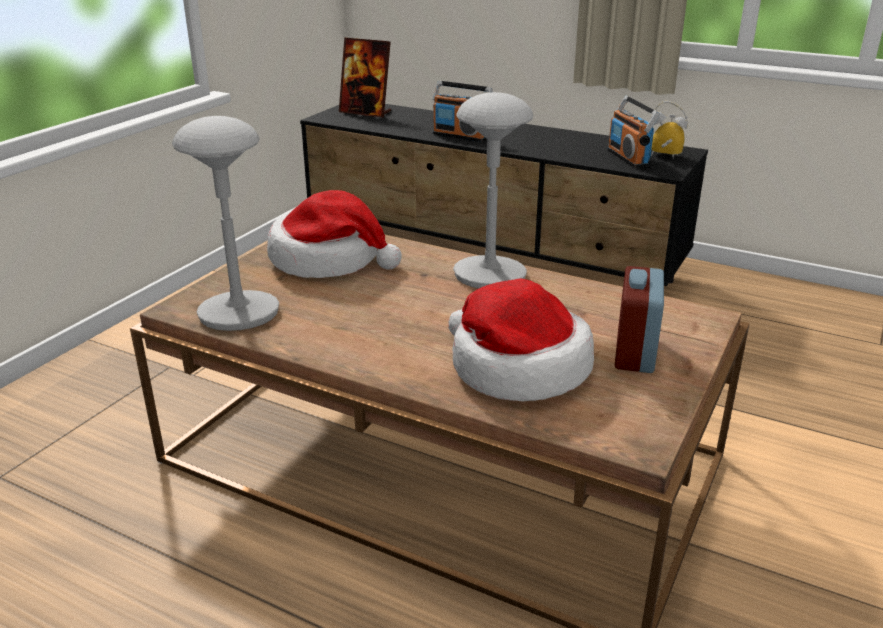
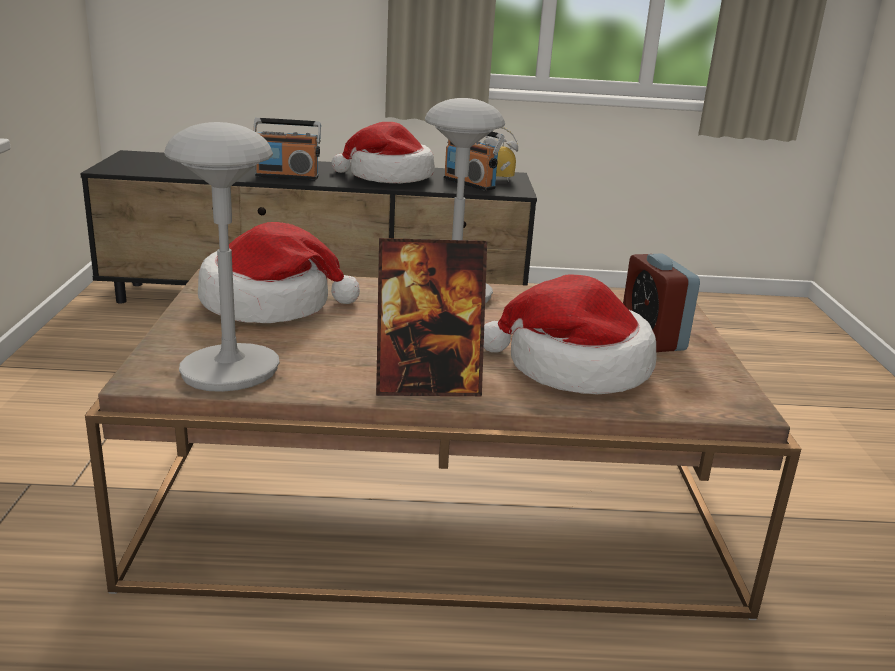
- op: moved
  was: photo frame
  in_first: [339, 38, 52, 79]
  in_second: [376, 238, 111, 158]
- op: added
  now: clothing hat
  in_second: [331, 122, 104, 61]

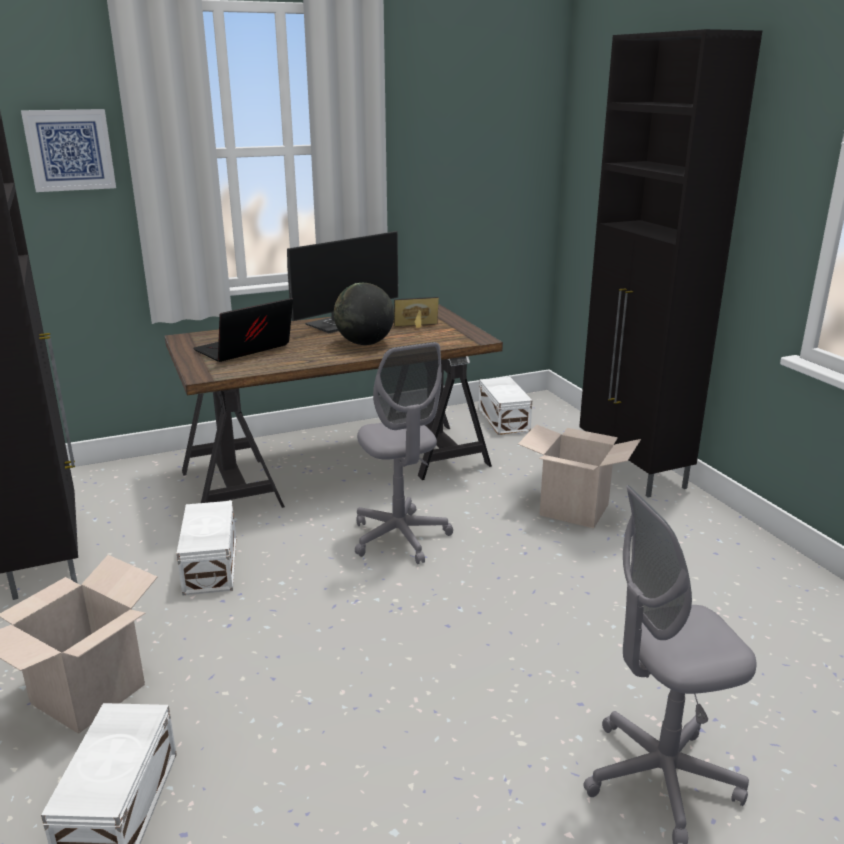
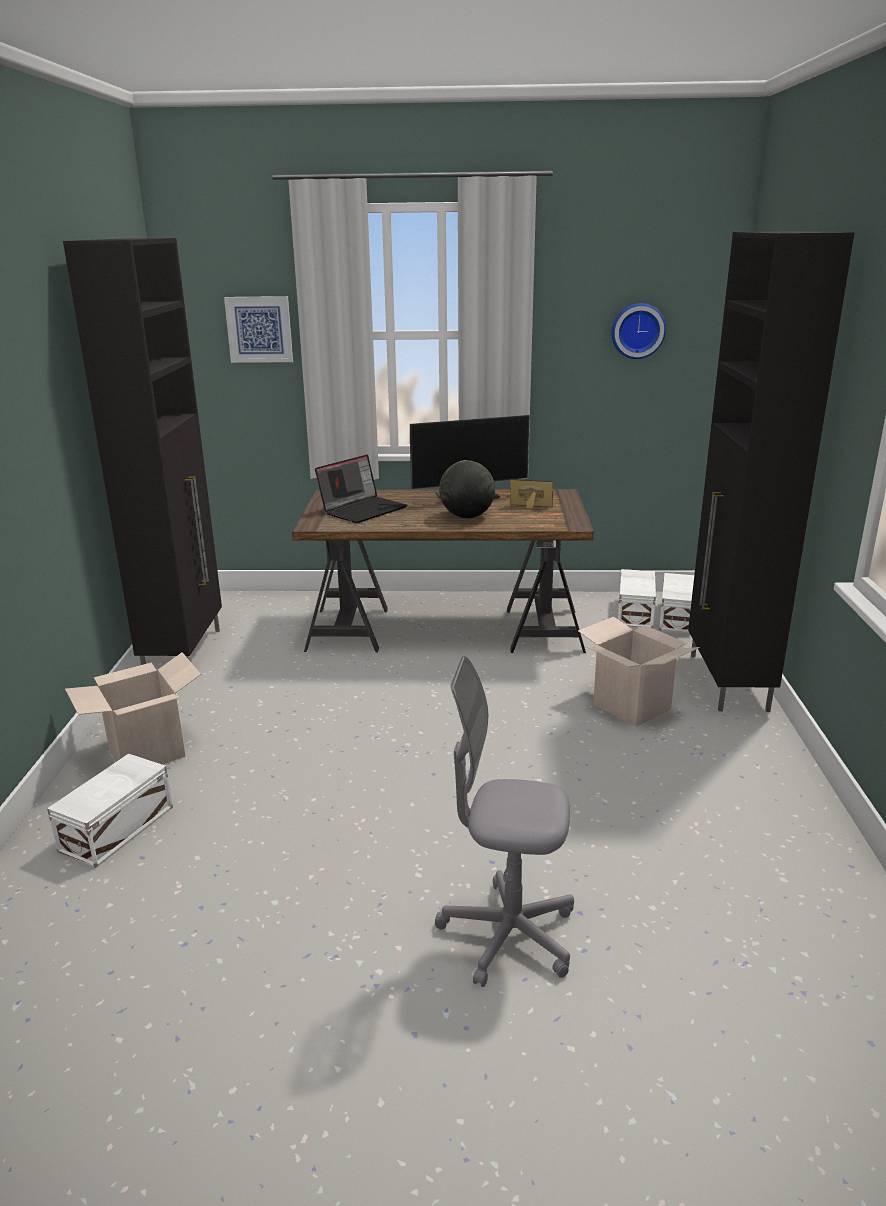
- op: moved
  was: white-coloured storage box
  in_first: [177, 501, 59, 95]
  in_second: [659, 573, 35, 60]
- op: turned
  was: notebook computer
  in_first: [193, 298, 100, 64]
  in_second: [315, 455, 92, 68]
  clockwise: 150
- op: removed
  was: grey office chair
  in_first: [355, 342, 98, 222]
- op: added
  now: hanging clock
  in_second: [612, 303, 54, 56]

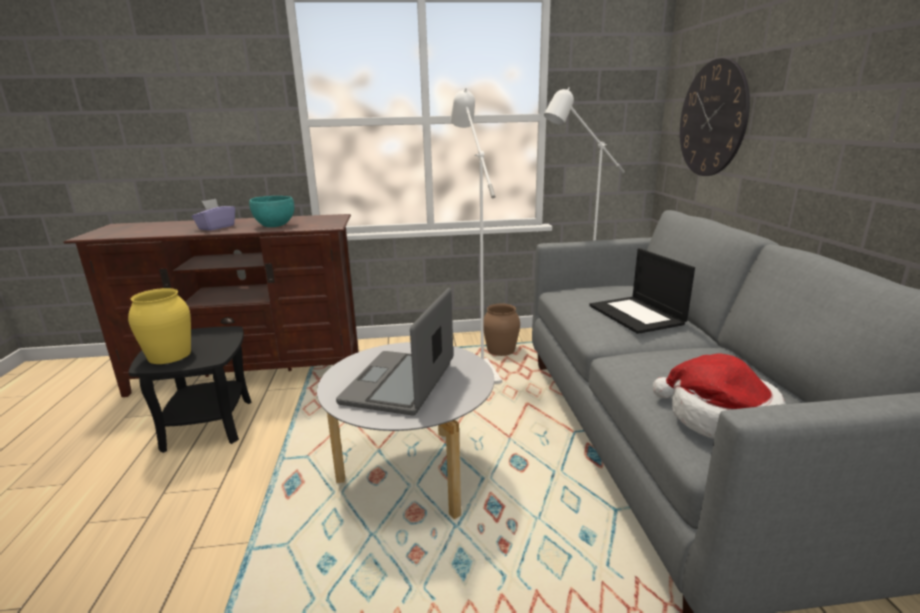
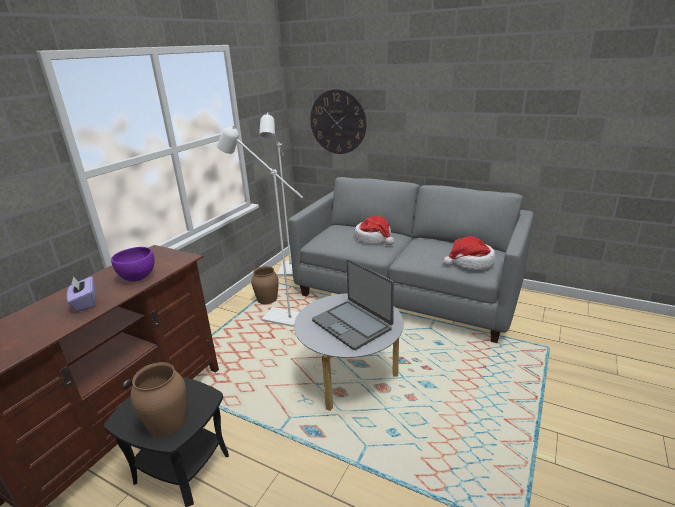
- op: recoloured
  was: yellow vase
  now: brownish vase
  in_first: [128, 288, 63, 76]
  in_second: [130, 362, 56, 75]
- op: recoloured
  was: turquoise-coloured bowl
  now: purplish bowl
  in_first: [249, 196, 45, 31]
  in_second: [111, 247, 43, 35]
- op: replaced
  was: notebook computer
  now: clothing hat
  in_first: [589, 248, 106, 86]
  in_second: [355, 216, 39, 29]

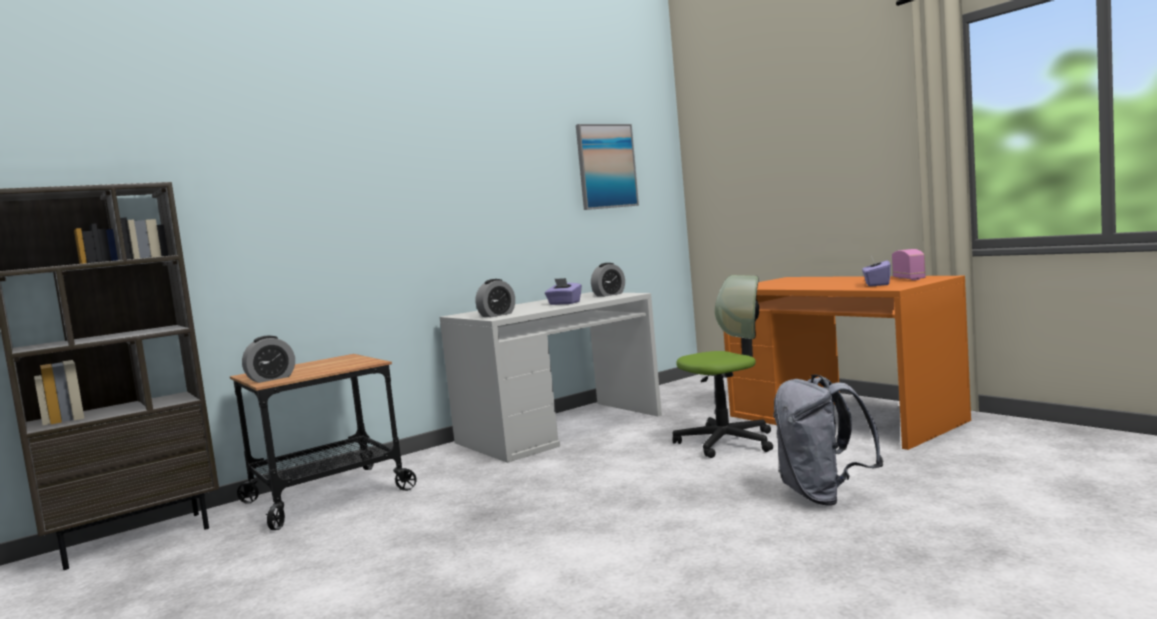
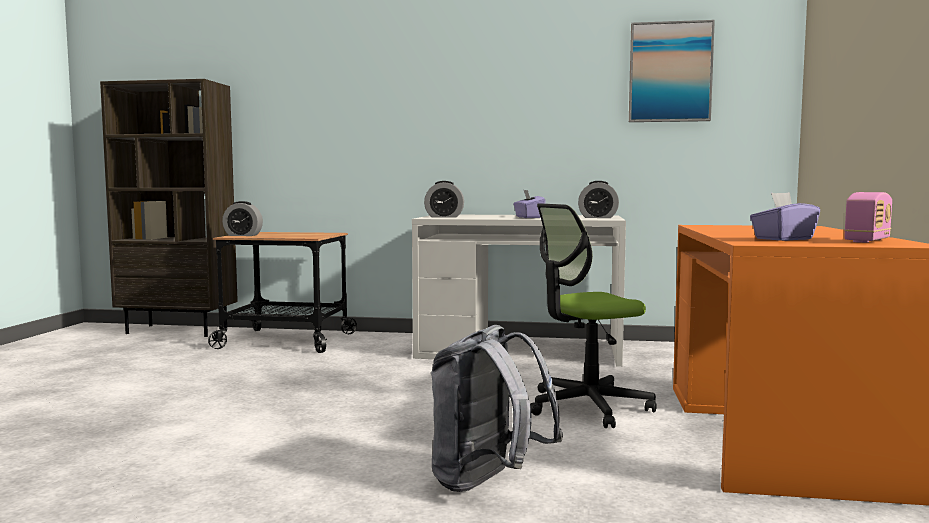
- op: turned
  was: office chair
  in_first: [672, 275, 101, 183]
  in_second: [530, 203, 127, 225]
  clockwise: 135

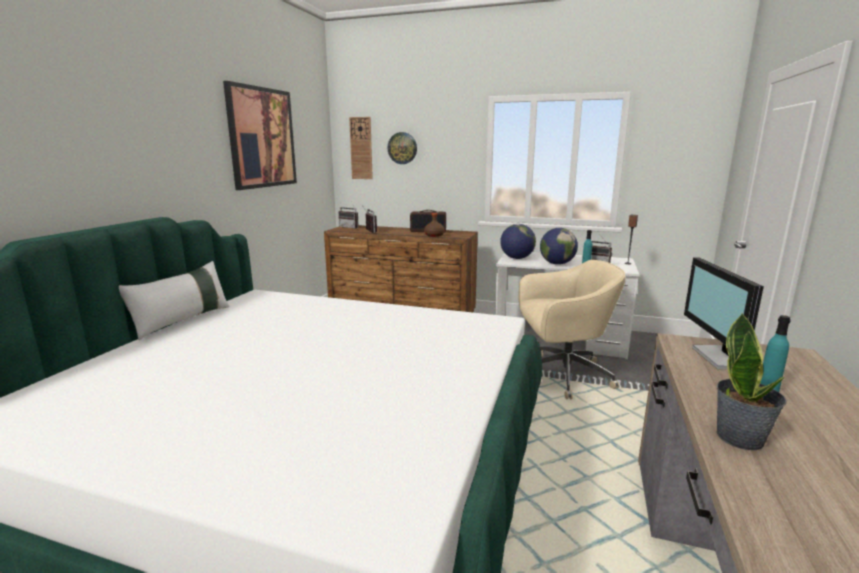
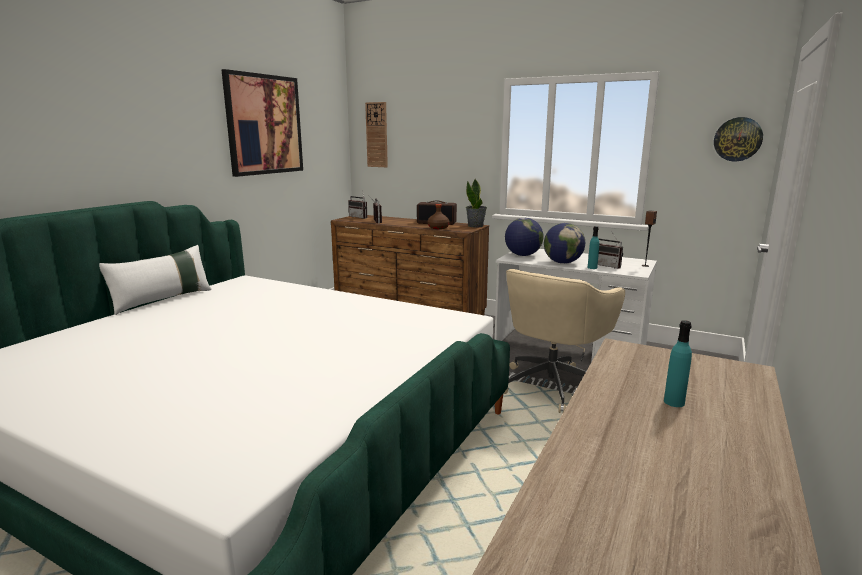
- op: moved
  was: hanging clock
  in_first: [387, 132, 30, 32]
  in_second: [714, 117, 49, 44]
- op: turned
  was: sand-coloured office chair
  in_first: [518, 260, 108, 140]
  in_second: [503, 269, 122, 144]
  clockwise: 120
- op: removed
  was: monitor
  in_first: [684, 258, 80, 111]
- op: moved
  was: potted plant
  in_first: [716, 313, 71, 137]
  in_second: [466, 179, 21, 48]

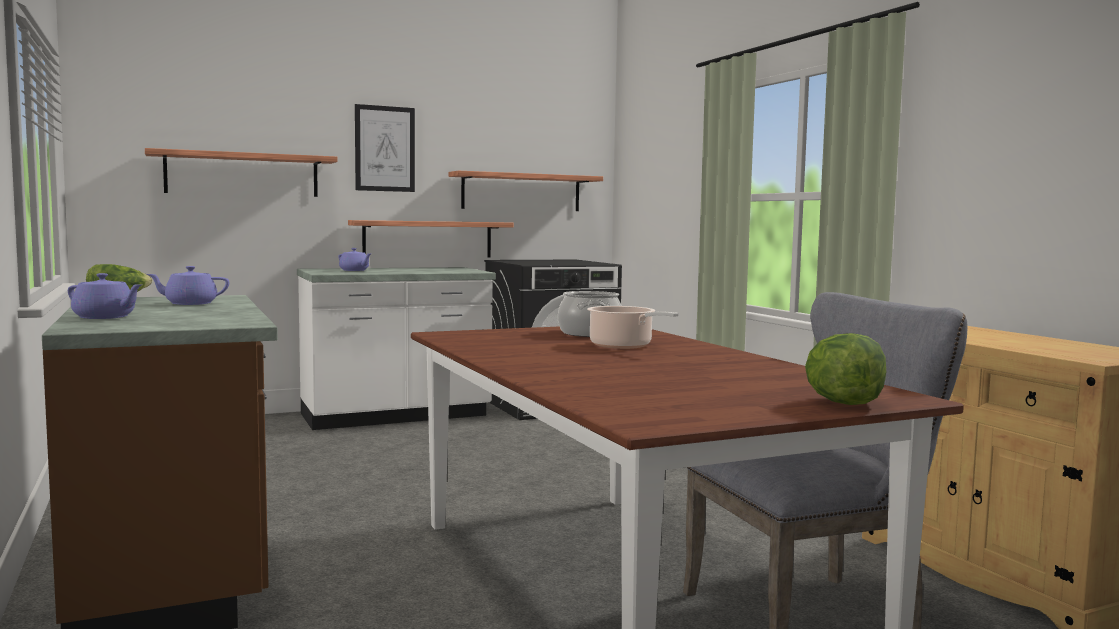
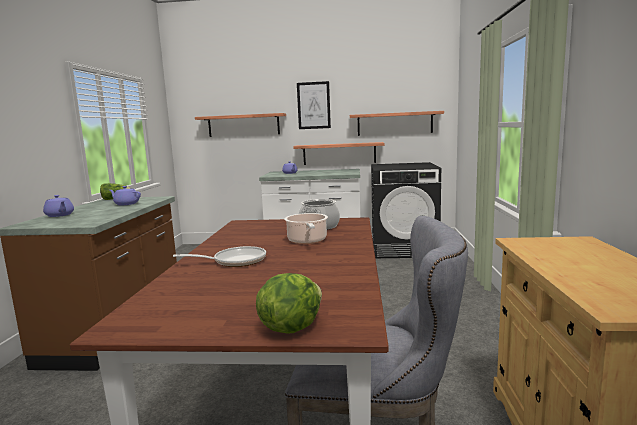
- op: added
  now: skillet
  in_second: [173, 246, 93, 21]

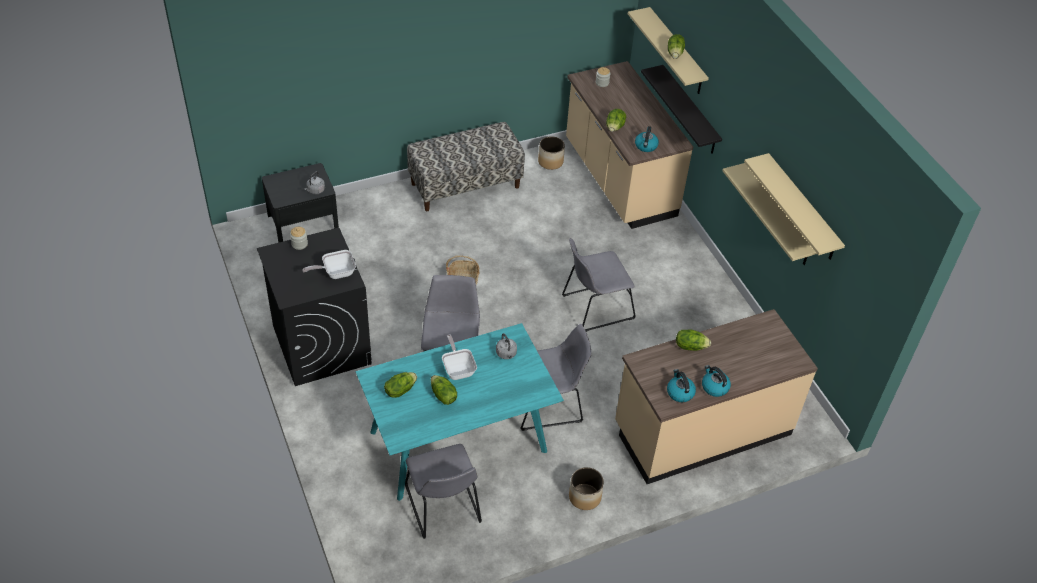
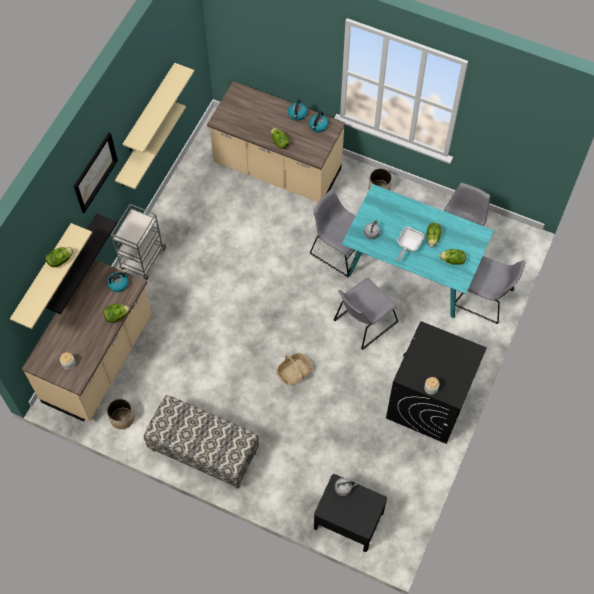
- op: removed
  was: skillet
  in_first: [302, 250, 54, 29]
- op: moved
  was: grey chair
  in_first: [562, 238, 74, 94]
  in_second: [455, 256, 71, 68]
- op: added
  now: picture
  in_second: [74, 133, 44, 80]
- op: added
  now: grey trolley
  in_second: [111, 204, 55, 76]

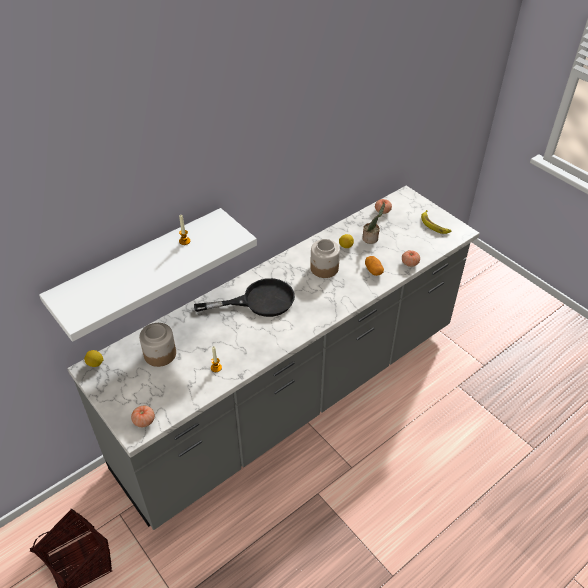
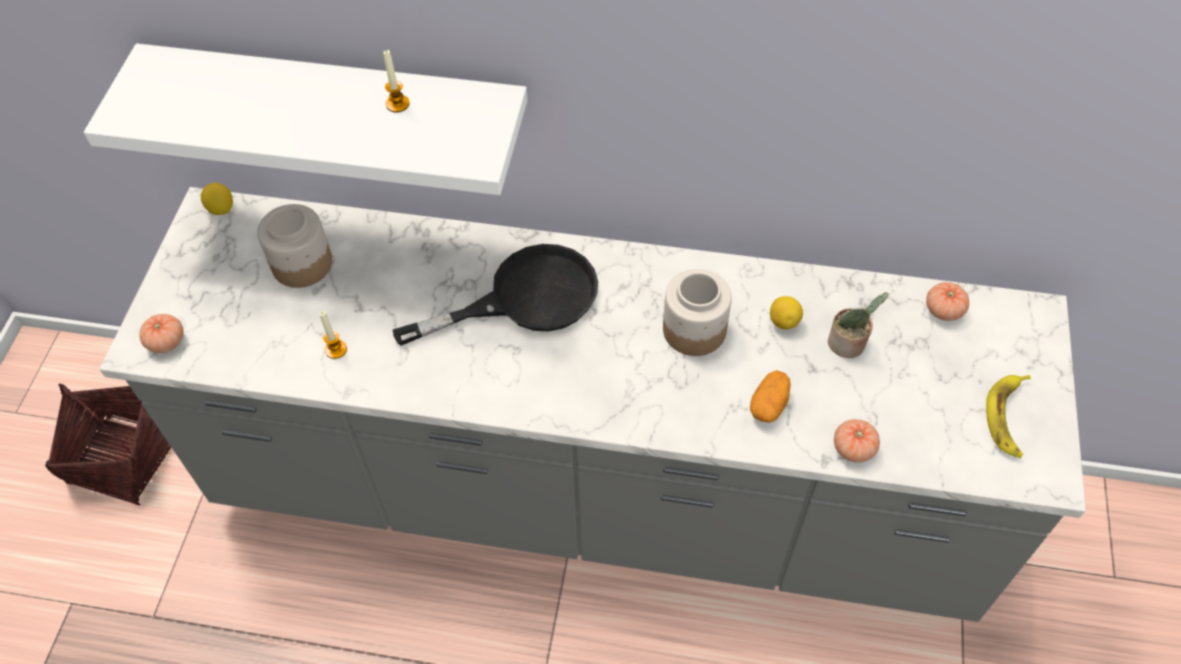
- op: turned
  was: black-coloured skillet
  in_first: [194, 278, 101, 39]
  in_second: [393, 244, 205, 102]
  clockwise: -60

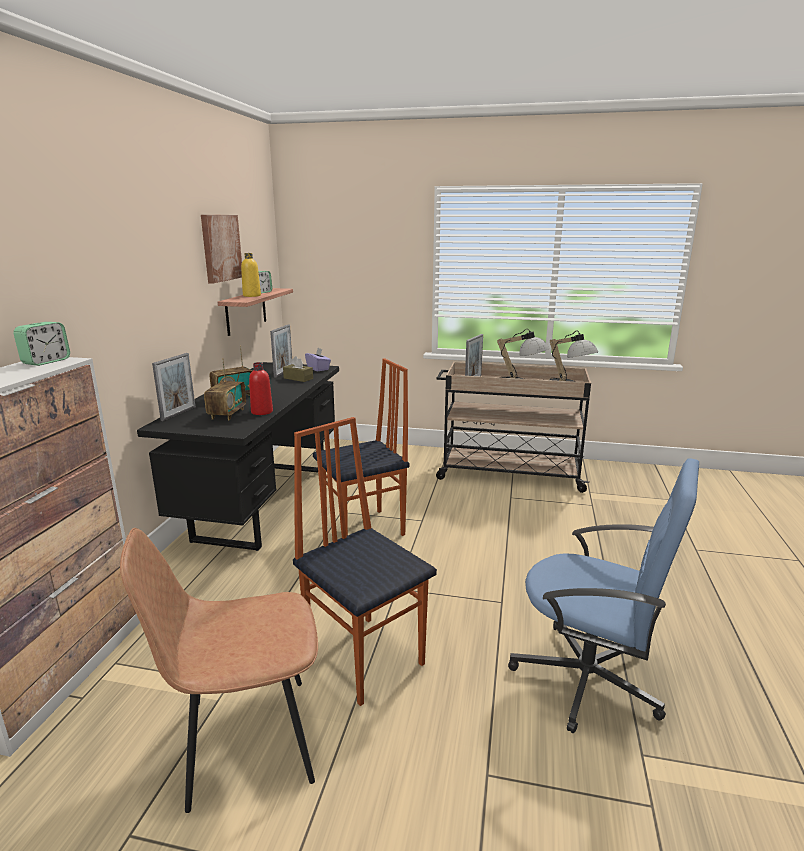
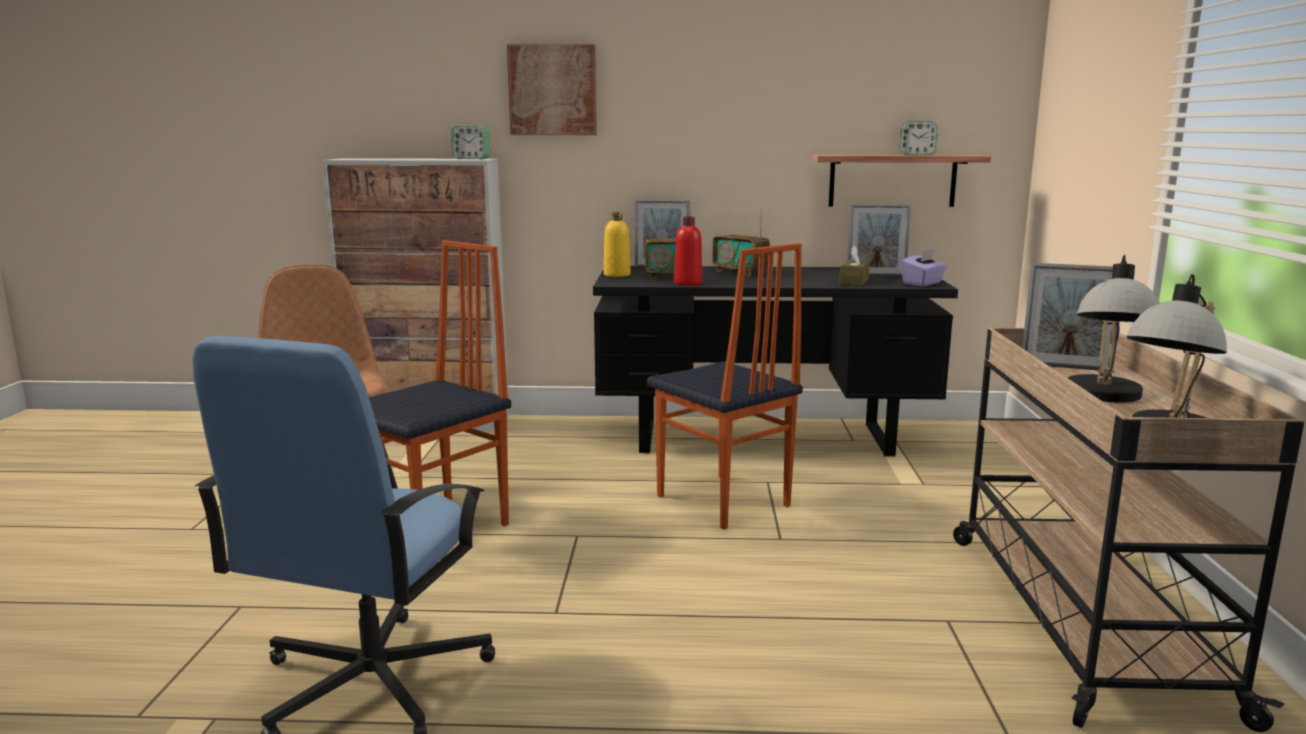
- op: moved
  was: picture
  in_first: [201, 215, 41, 68]
  in_second: [507, 44, 90, 91]
- op: moved
  was: yellow beverage bottle
  in_first: [241, 253, 20, 44]
  in_second: [604, 212, 26, 65]

